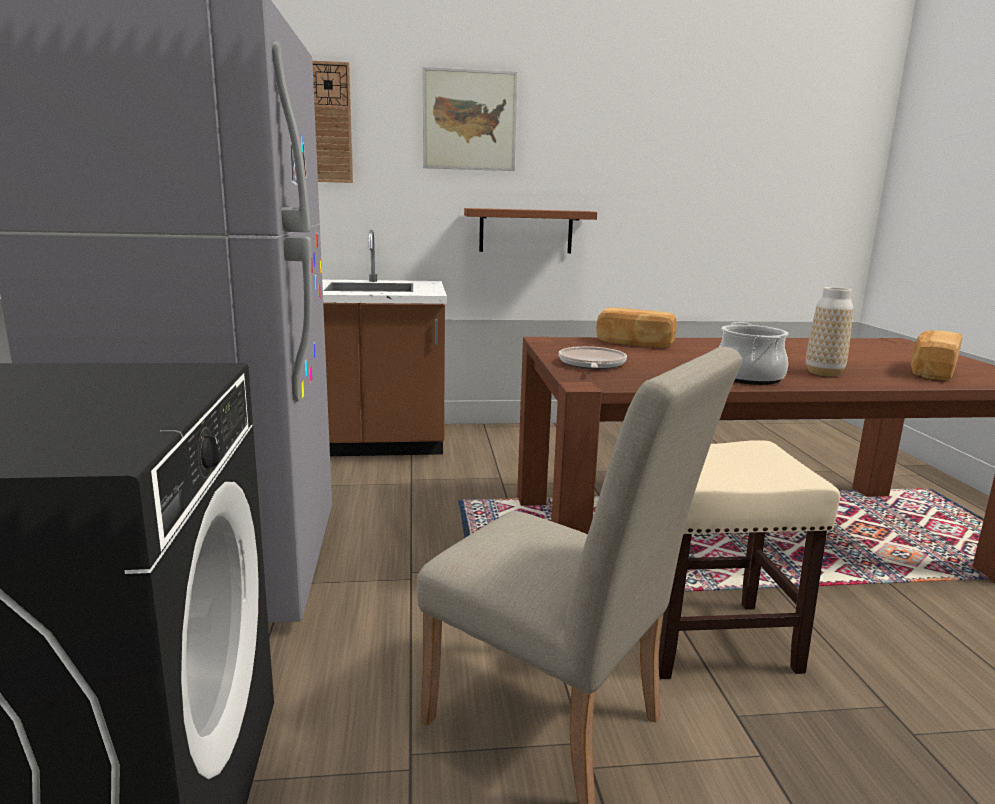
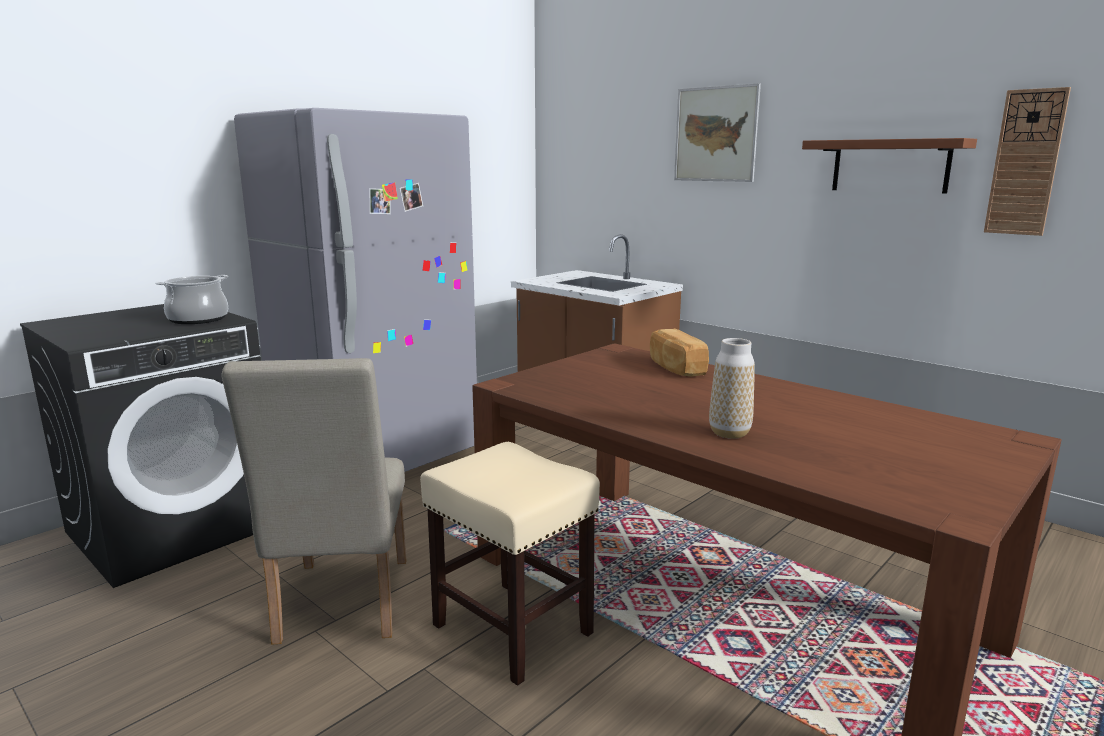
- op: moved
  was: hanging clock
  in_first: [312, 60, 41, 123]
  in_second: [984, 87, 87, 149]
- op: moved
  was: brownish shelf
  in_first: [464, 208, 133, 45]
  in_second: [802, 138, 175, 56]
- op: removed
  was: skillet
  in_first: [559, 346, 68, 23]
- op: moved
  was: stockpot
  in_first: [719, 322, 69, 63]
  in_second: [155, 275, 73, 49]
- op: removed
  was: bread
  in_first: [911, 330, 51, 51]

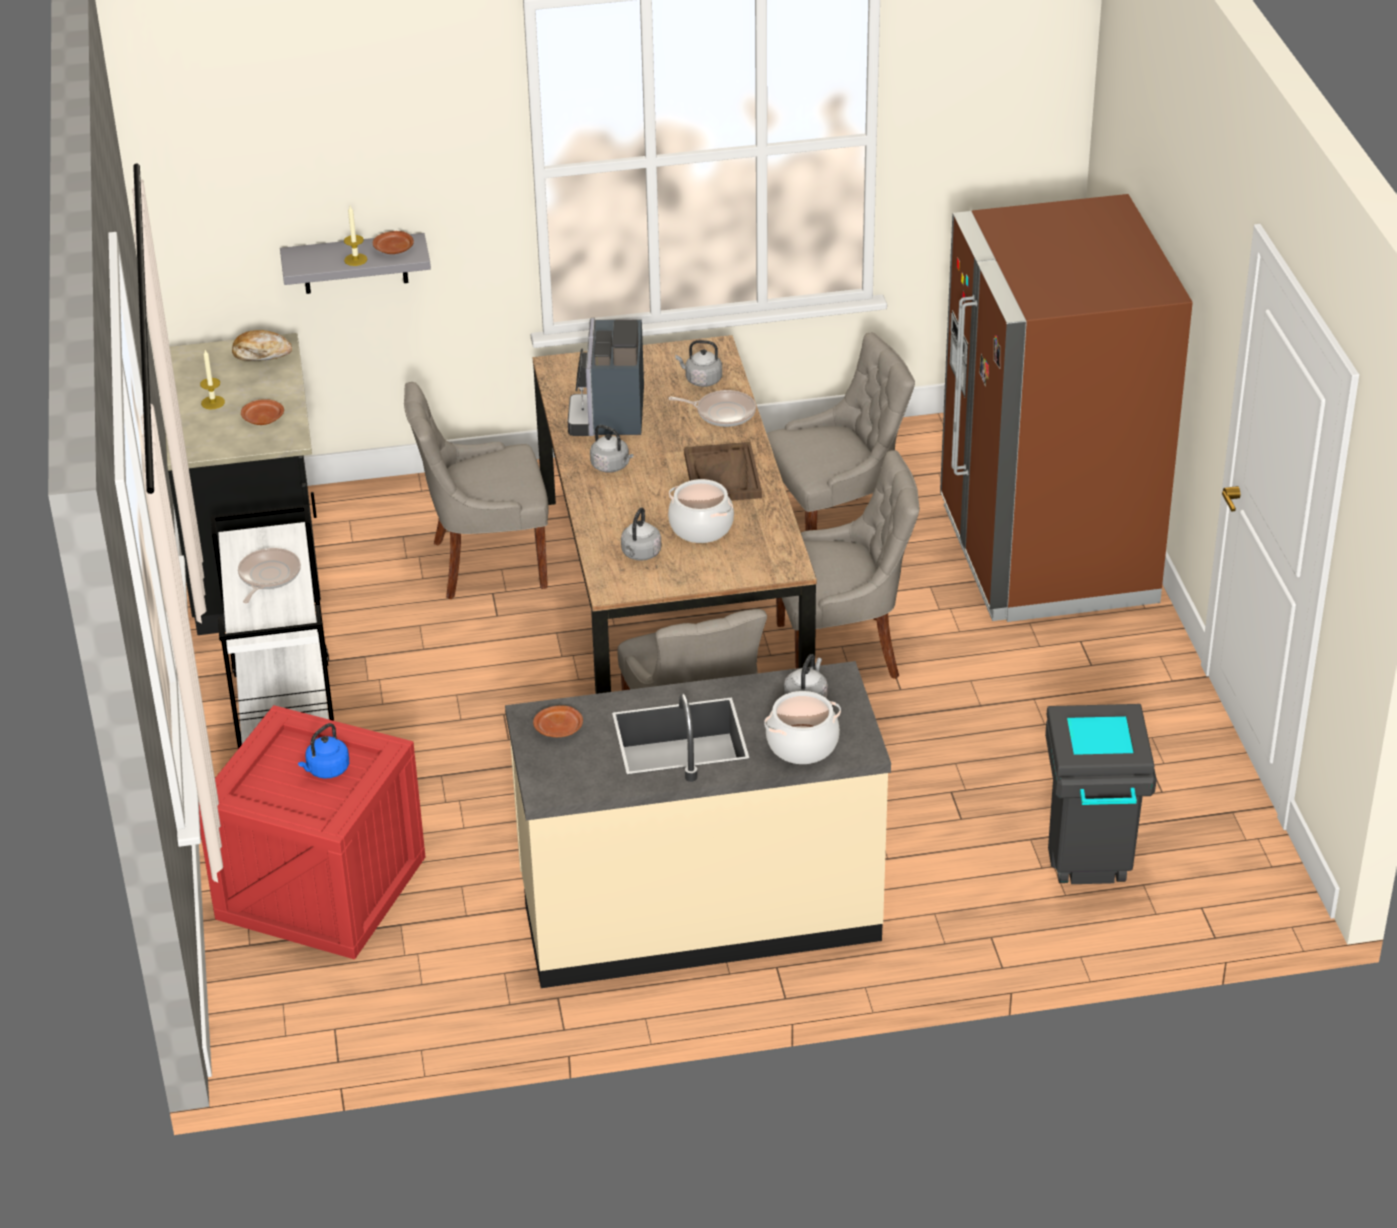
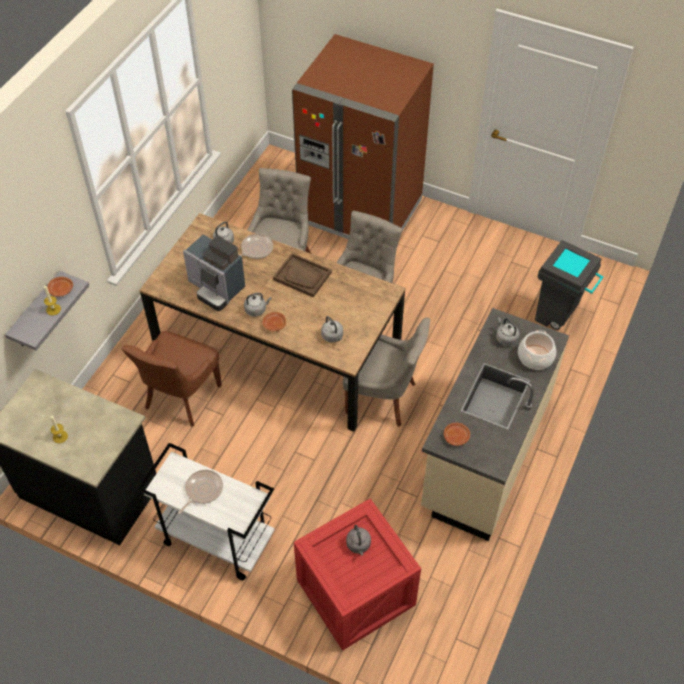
- op: removed
  was: bread
  in_first: [232, 330, 60, 31]
- op: turned
  was: skillet
  in_first: [238, 548, 63, 55]
  in_second: [178, 470, 45, 44]
  clockwise: 75
- op: moved
  was: brownish flat dish
  in_first: [241, 399, 43, 26]
  in_second: [262, 312, 24, 19]
- op: recoloured
  was: blue-coloured kettle
  now: grey kettle
  in_first: [298, 723, 51, 56]
  in_second: [346, 525, 25, 31]
- op: recoloured
  was: grey chair
  now: brownish chair
  in_first: [404, 382, 144, 217]
  in_second: [121, 331, 101, 96]
- op: removed
  was: stockpot
  in_first: [668, 479, 66, 64]

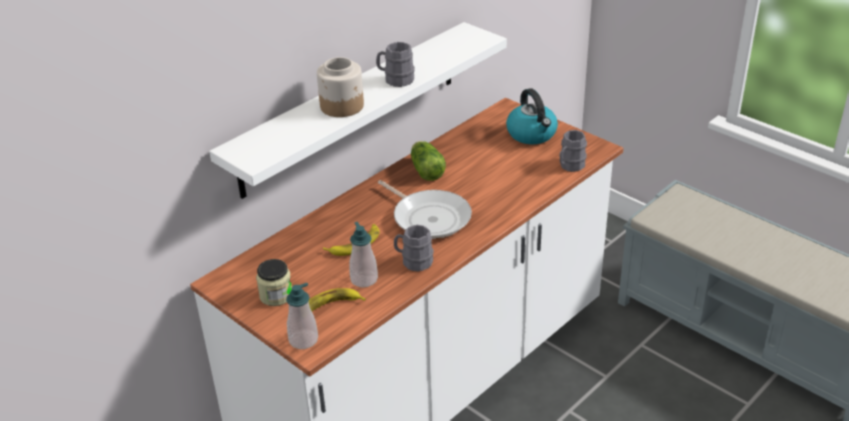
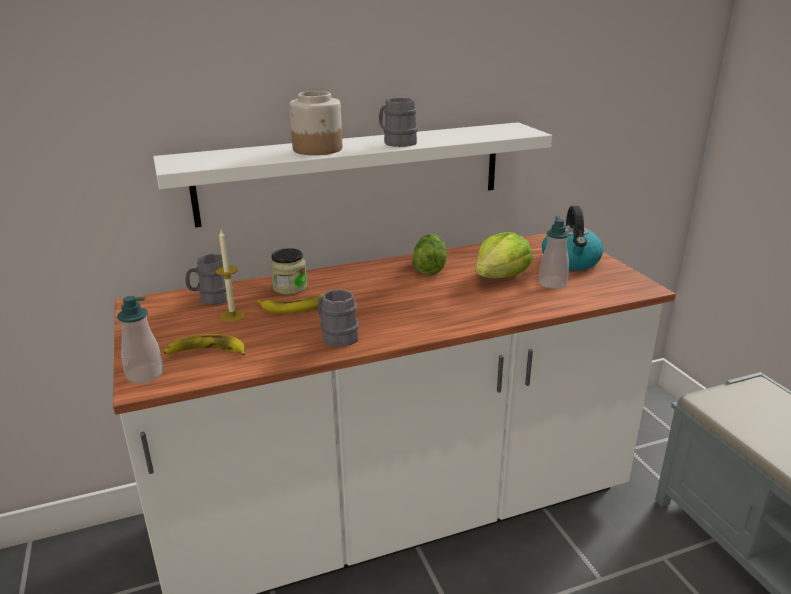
- op: moved
  was: storage jar
  in_first: [256, 259, 36, 47]
  in_second: [270, 248, 37, 47]
- op: moved
  was: soap bottle
  in_first: [349, 222, 29, 65]
  in_second: [539, 216, 30, 73]
- op: removed
  was: skillet
  in_first: [378, 180, 94, 59]
- op: moved
  was: grey mug
  in_first: [559, 130, 28, 42]
  in_second: [185, 254, 47, 51]
- op: added
  now: wax light
  in_second: [215, 230, 30, 92]
- op: added
  now: head of lettuce
  in_second: [475, 232, 58, 47]

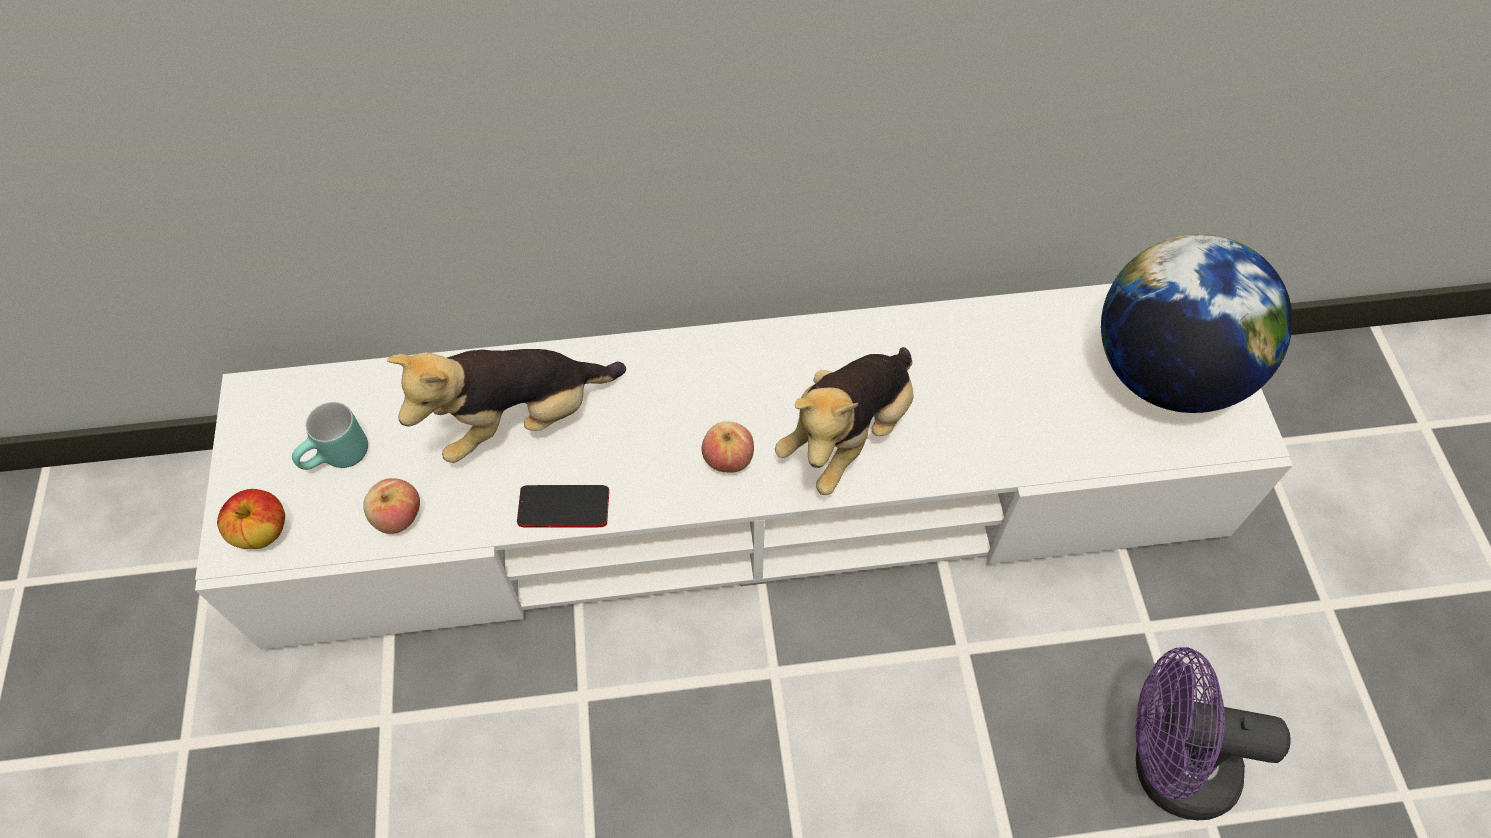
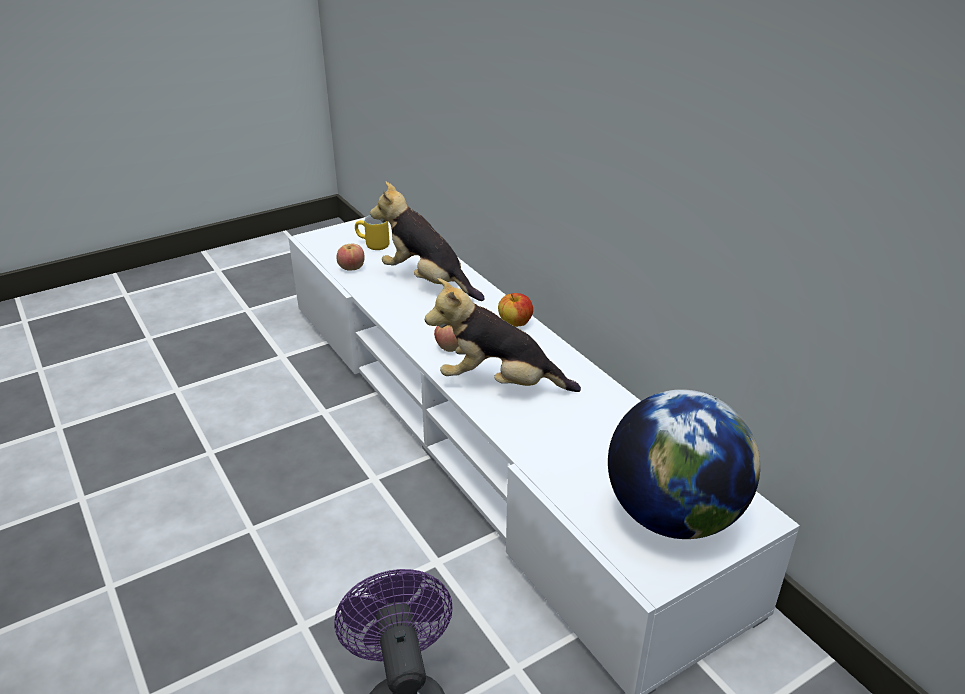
- op: moved
  was: whole apple
  in_first: [217, 489, 68, 60]
  in_second: [498, 293, 35, 34]
- op: recoloured
  was: turquoise-coloured mug
  now: yellow mug
  in_first: [292, 402, 76, 68]
  in_second: [355, 215, 35, 35]
- op: removed
  was: phone
  in_first: [517, 485, 92, 43]

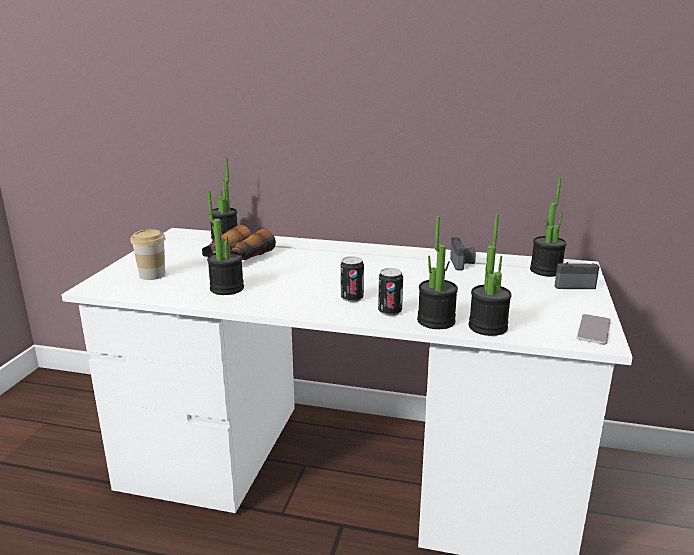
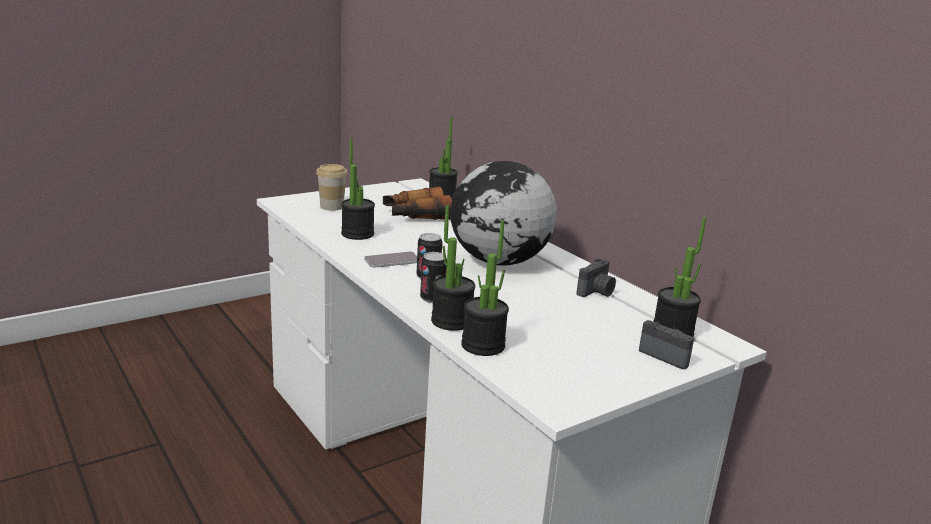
- op: moved
  was: phone
  in_first: [577, 314, 34, 30]
  in_second: [364, 252, 53, 16]
- op: added
  now: desk globe
  in_second: [450, 161, 107, 104]

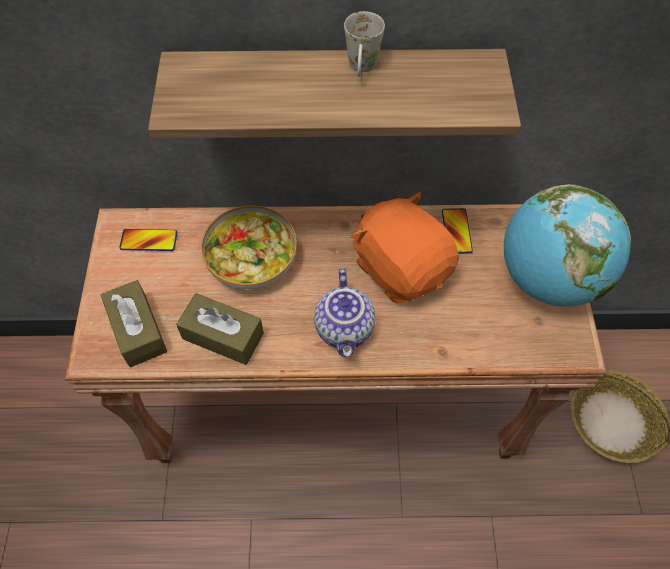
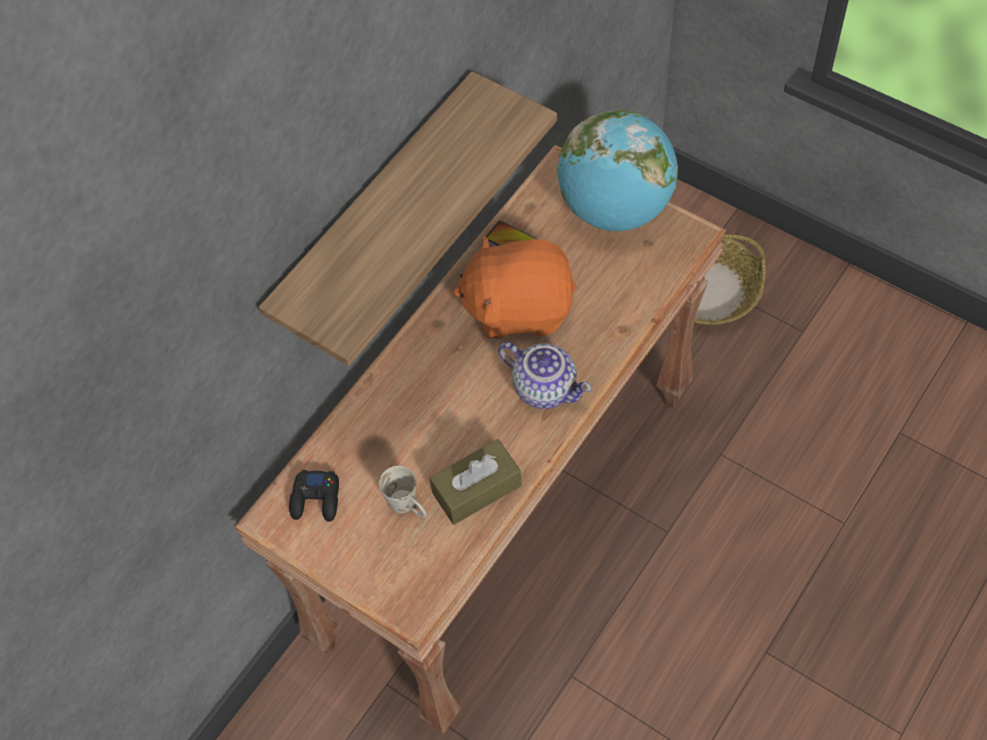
- op: removed
  was: brownish tissue box
  in_first: [101, 280, 66, 87]
- op: replaced
  was: phone
  now: black-coloured gamepad
  in_first: [119, 229, 58, 22]
  in_second: [289, 470, 50, 52]
- op: removed
  was: bowl
  in_first: [201, 205, 96, 85]
- op: moved
  was: white-coloured mug
  in_first: [344, 11, 41, 66]
  in_second: [379, 466, 48, 51]

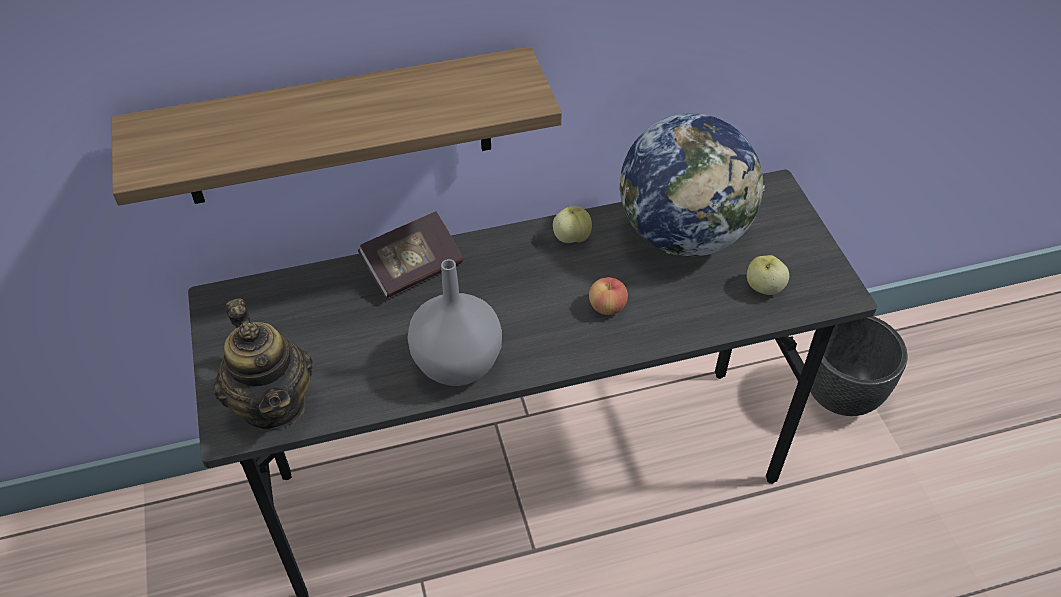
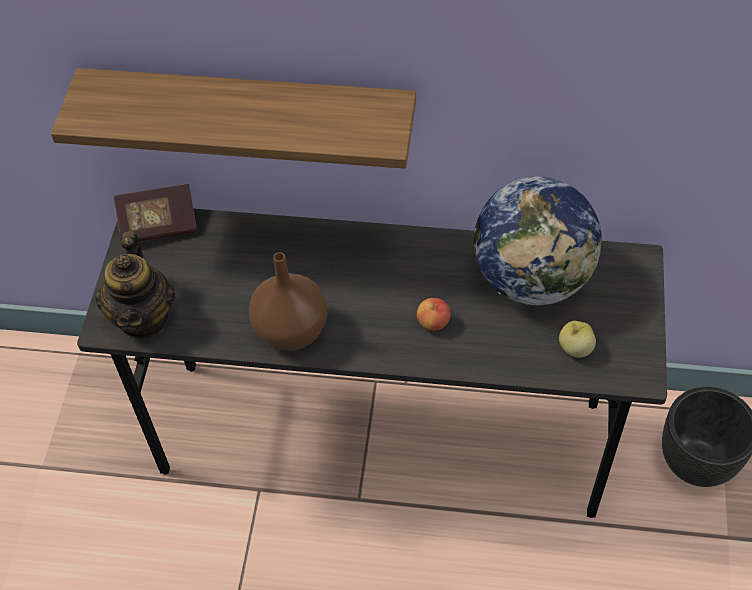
- op: moved
  was: bound book
  in_first: [358, 211, 105, 88]
  in_second: [114, 184, 83, 58]
- op: recoloured
  was: grey vase
  now: brownish vase
  in_first: [407, 259, 95, 127]
  in_second: [249, 252, 78, 99]
- op: removed
  was: whole apple
  in_first: [553, 206, 39, 37]

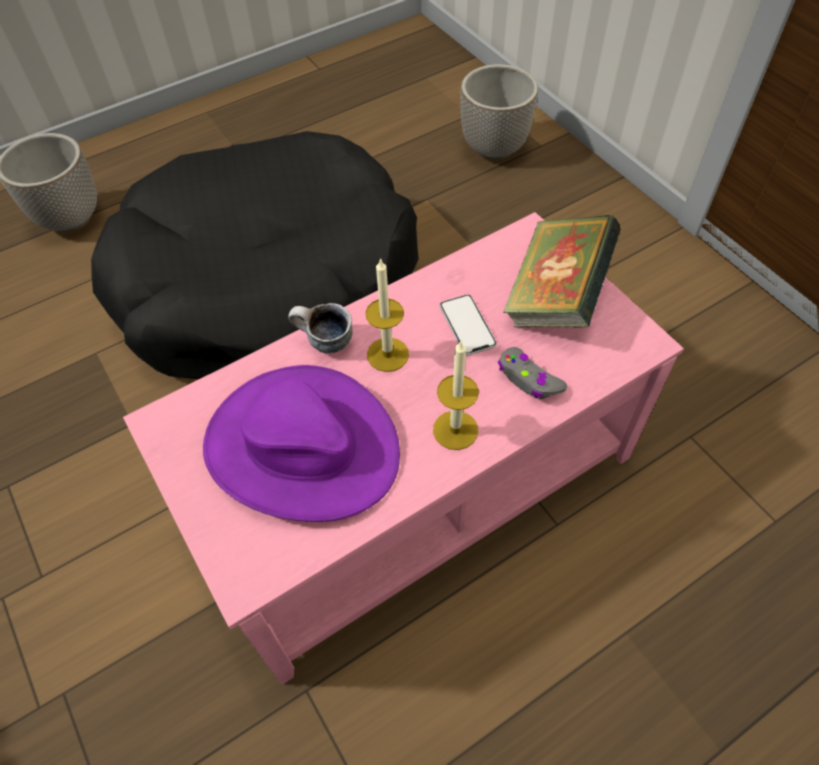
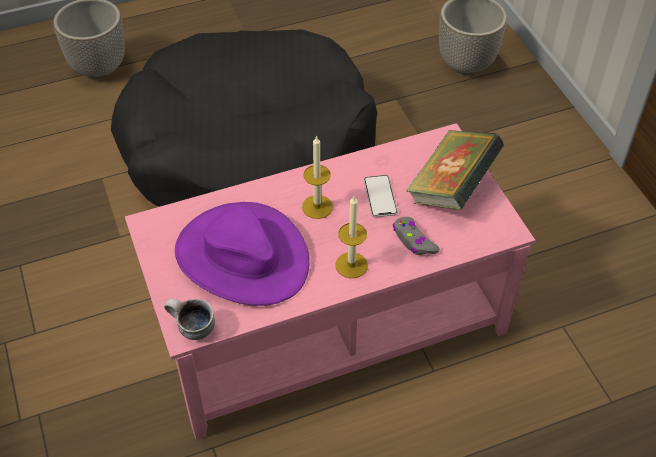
- op: moved
  was: mug
  in_first: [288, 303, 65, 50]
  in_second: [164, 298, 51, 42]

